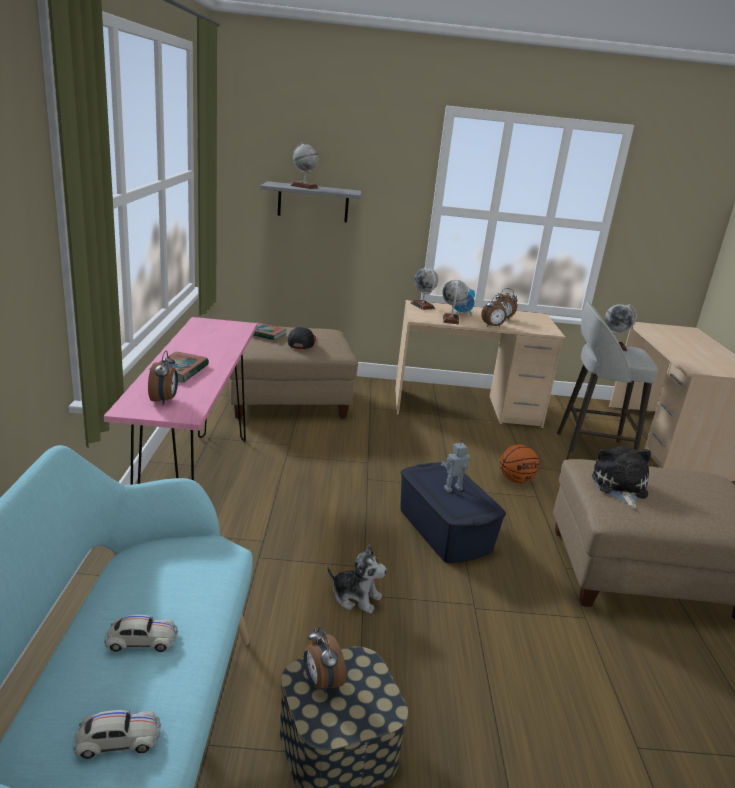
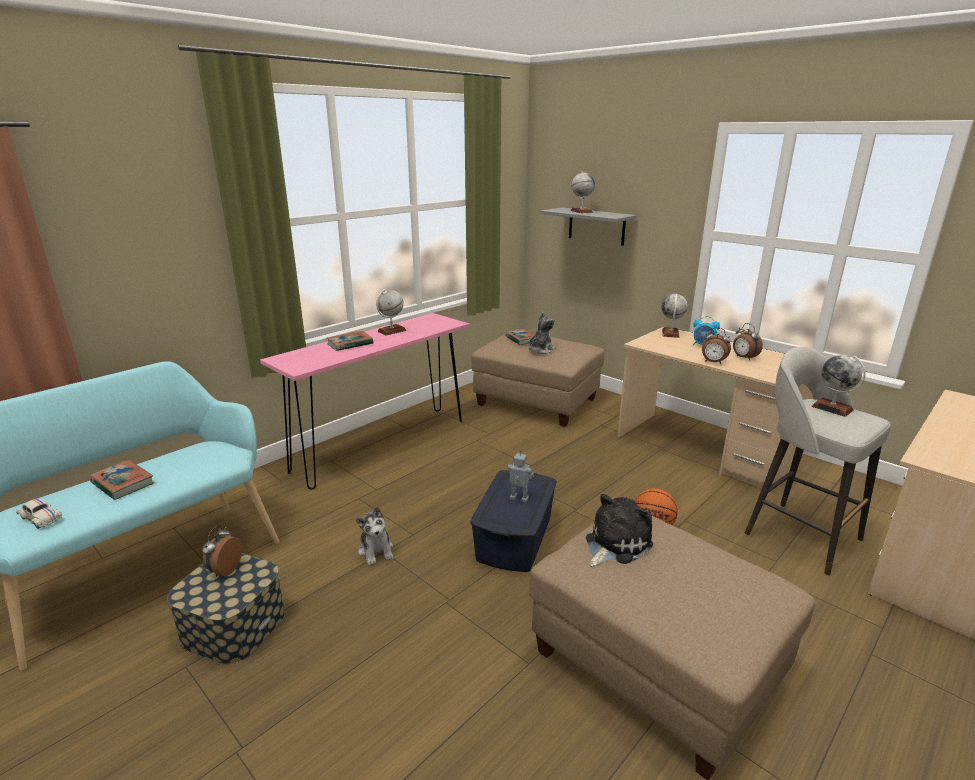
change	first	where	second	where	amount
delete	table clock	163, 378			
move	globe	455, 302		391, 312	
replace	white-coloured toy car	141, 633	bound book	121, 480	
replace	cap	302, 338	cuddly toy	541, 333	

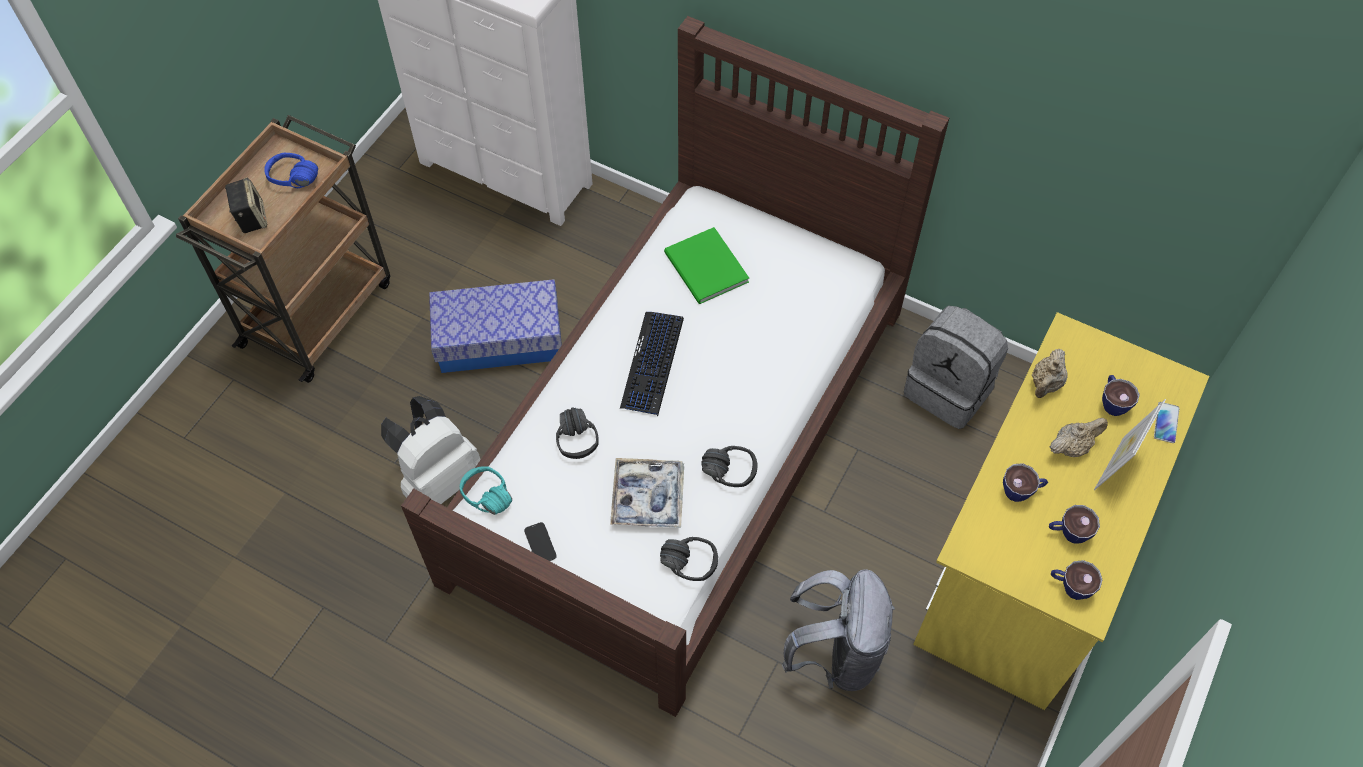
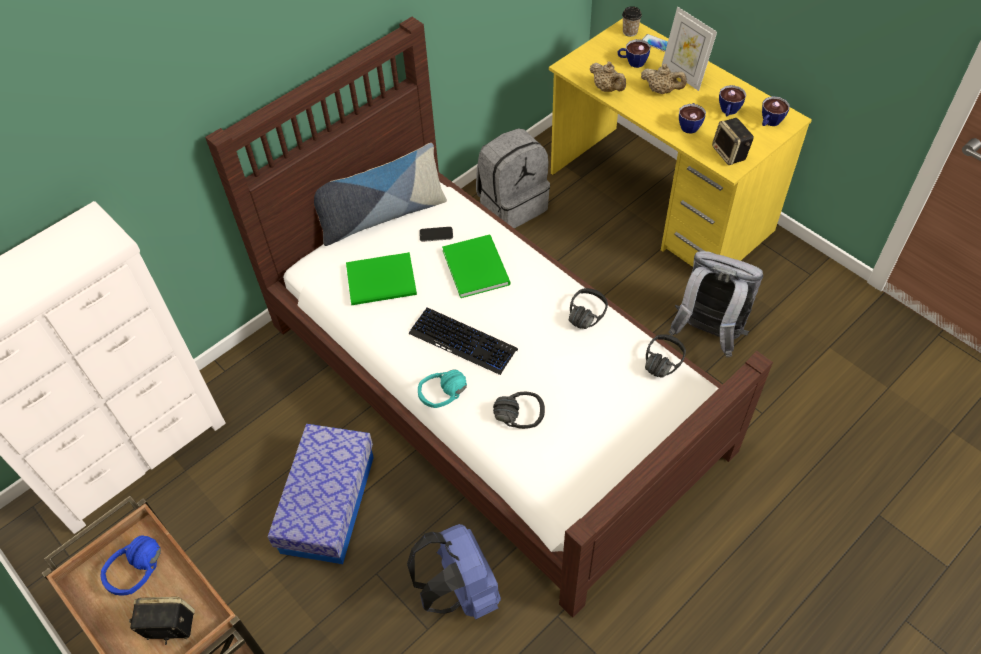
change	first	where	second	where	amount
delete	tray	647, 493			
insert			pillow	380, 194	
insert			greenish bound book	476, 266	
insert			small cup	632, 21	
insert			loudspeaker	733, 141	
move	blue-green headphones	486, 490		442, 388	
move	phone	540, 541		436, 234	
recolor	white-coloured knapsack	431, 450	blue-coloured knapsack	454, 572	
rotate	beige teapot	1079, 437		664, 79	120 degrees clockwise

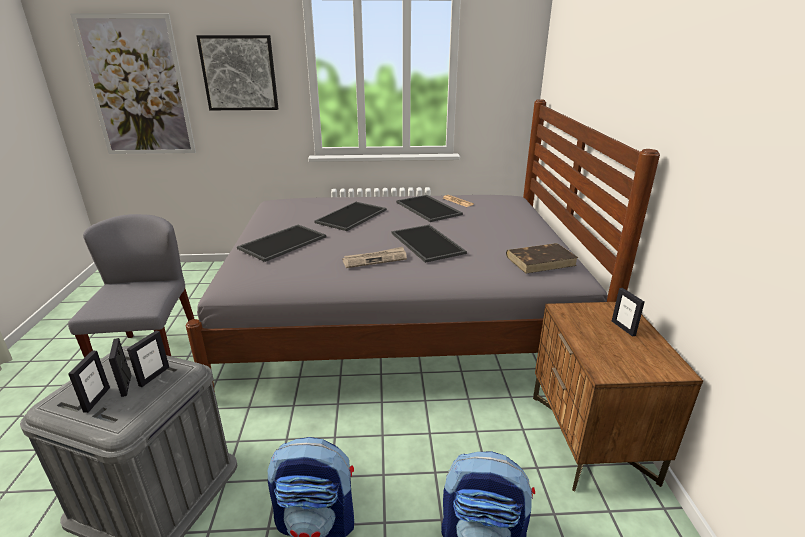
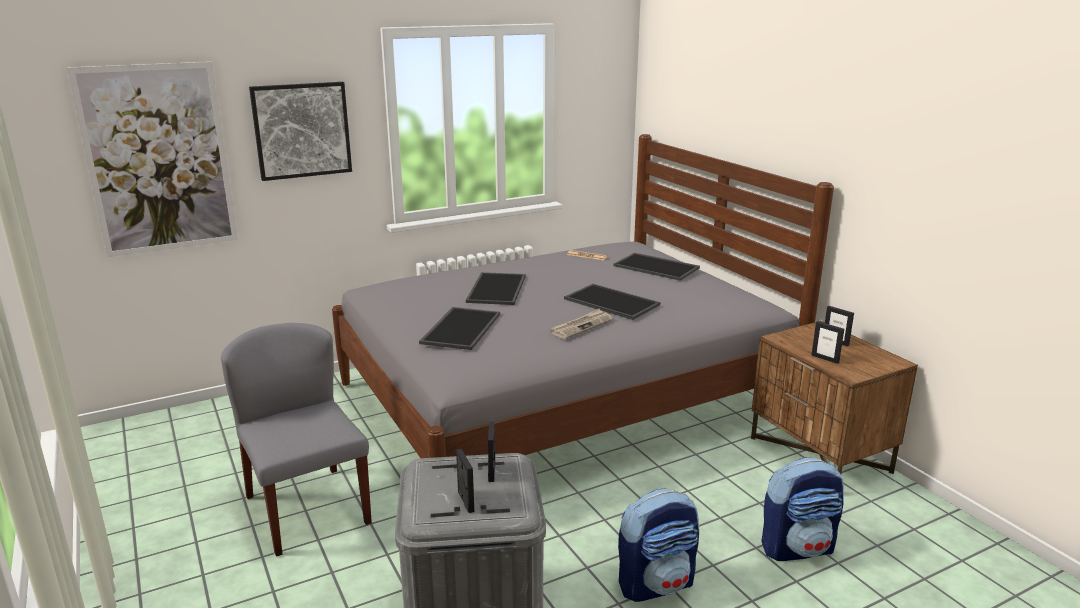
change	first	where	second	where	amount
delete	brown-coloured bound book	542, 258			
move	standing frame	120, 367		827, 342	
move	tray	429, 208		657, 267	

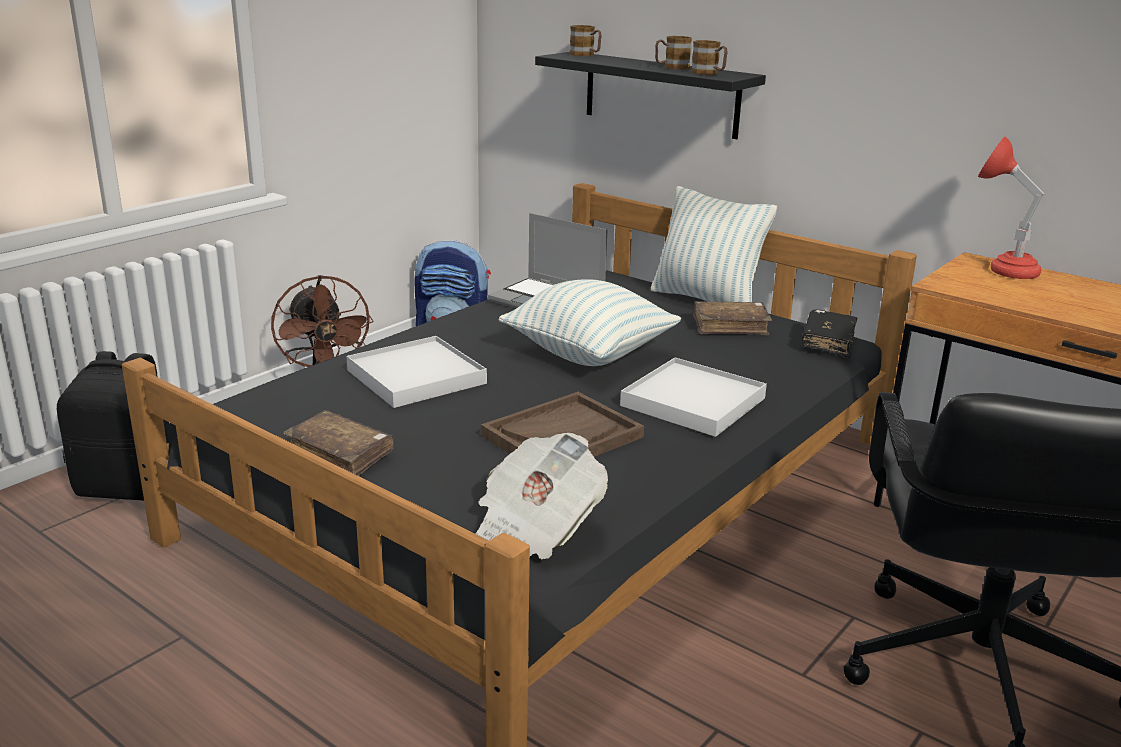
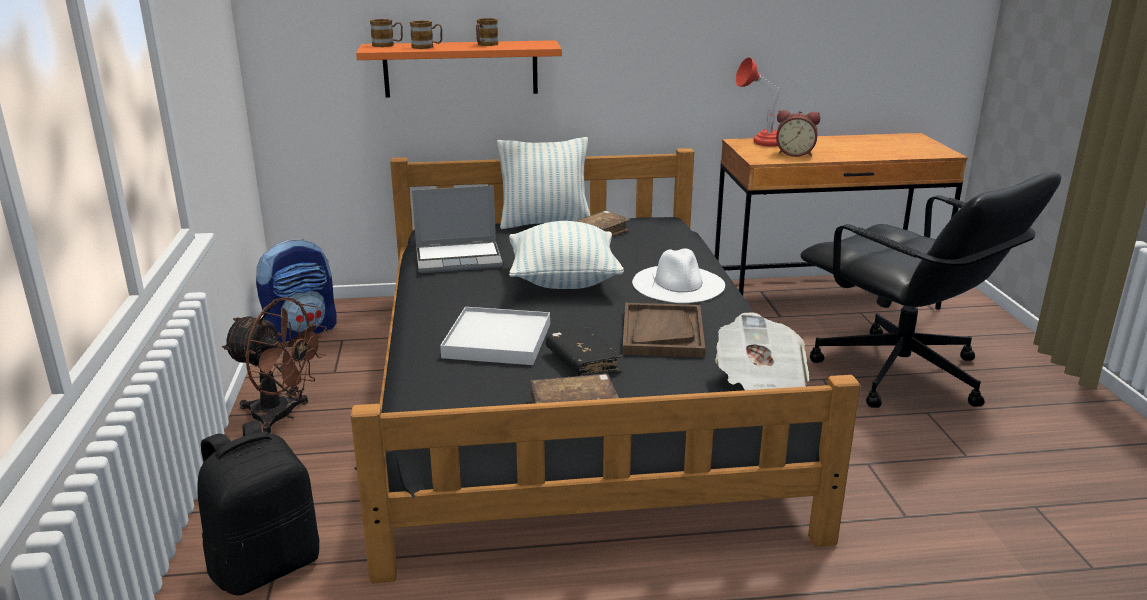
change	first	where	second	where	amount
insert			table clock	798, 133	
move	tea mug	709, 57		426, 34	
move	black-coloured bound book	829, 333		584, 352	
replace	white-coloured tray	693, 397	white-coloured hat	678, 275	
recolor	black-coloured wall shelf	650, 95	orange wall shelf	459, 68	

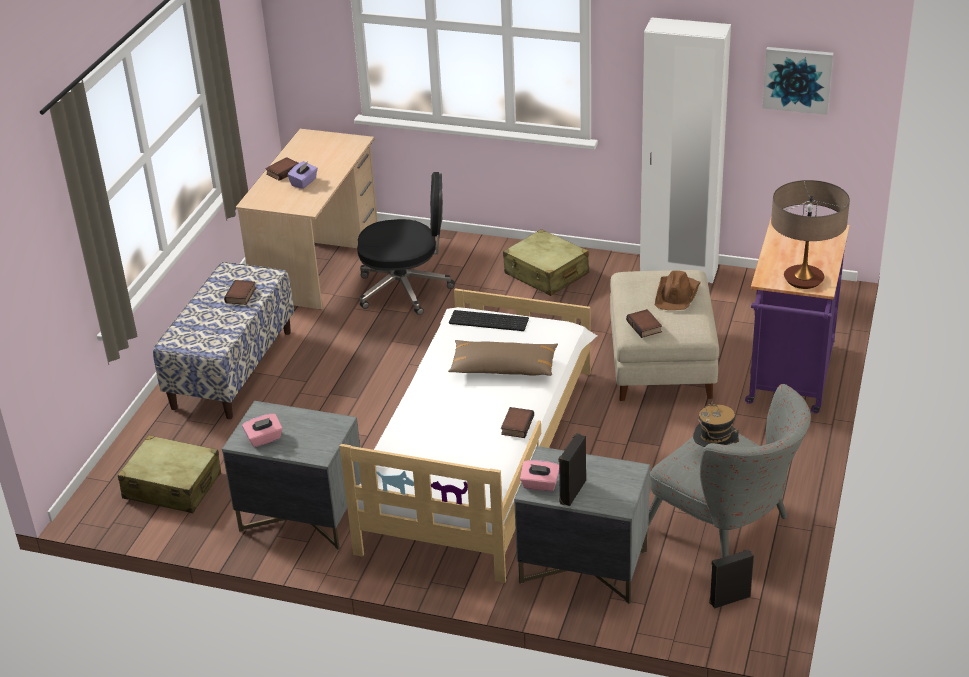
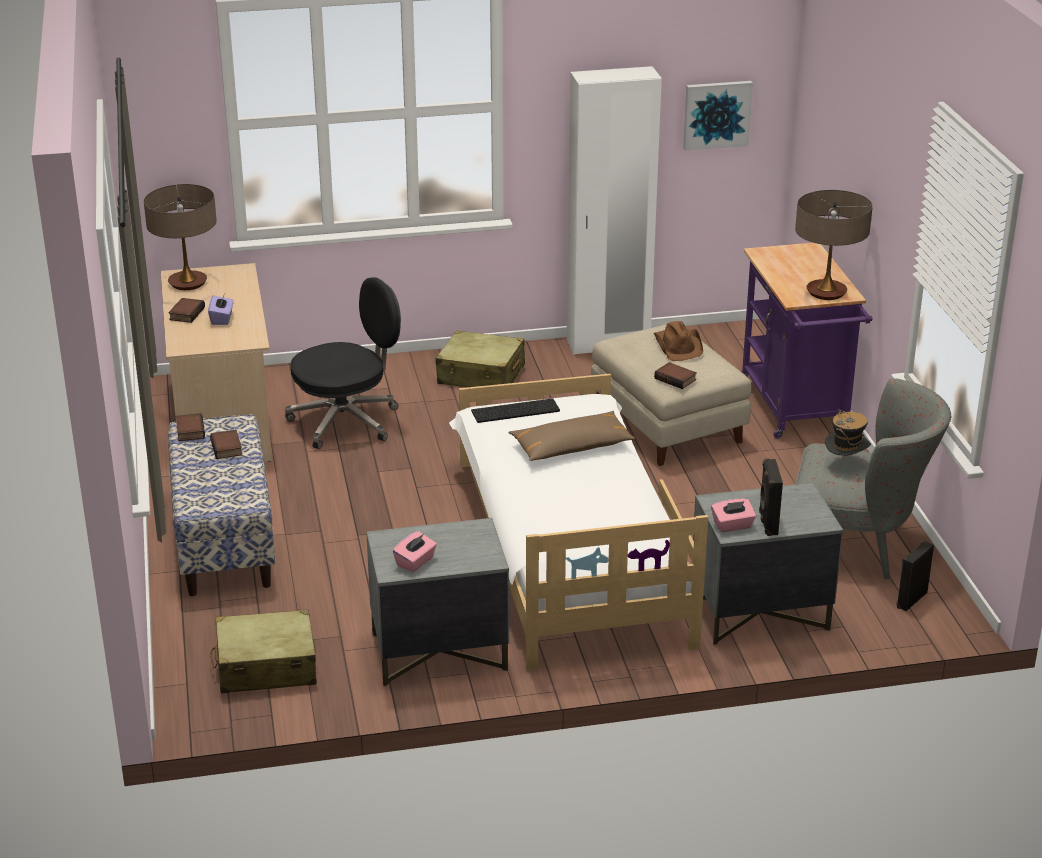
change	first	where	second	where	amount
insert			table lamp	180, 237	
move	bound book	517, 422		190, 427	

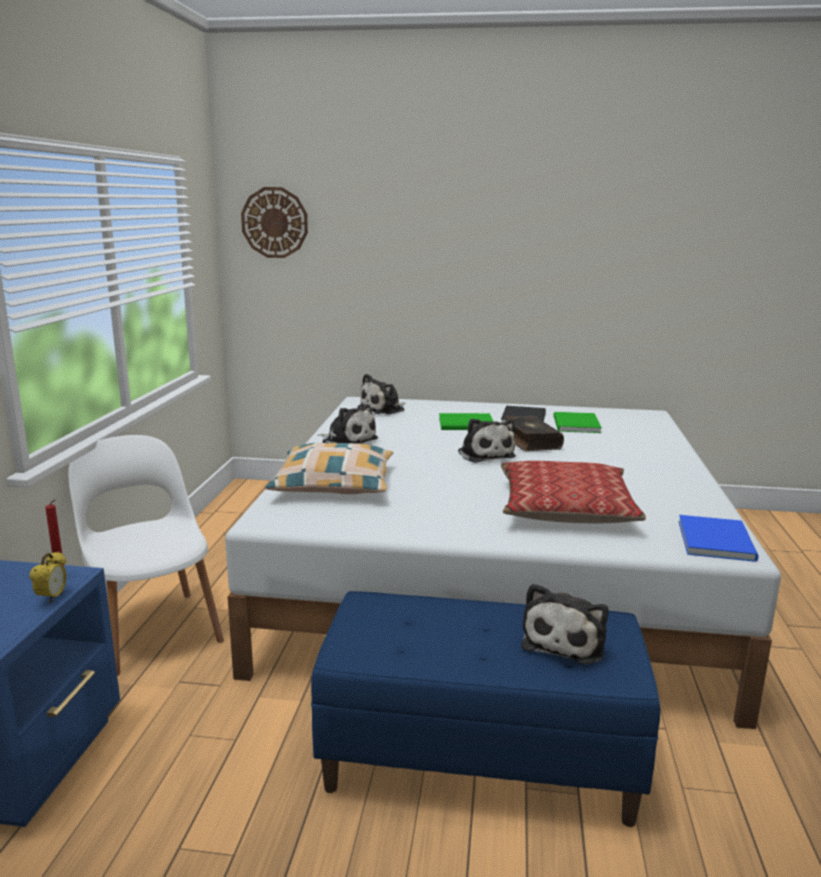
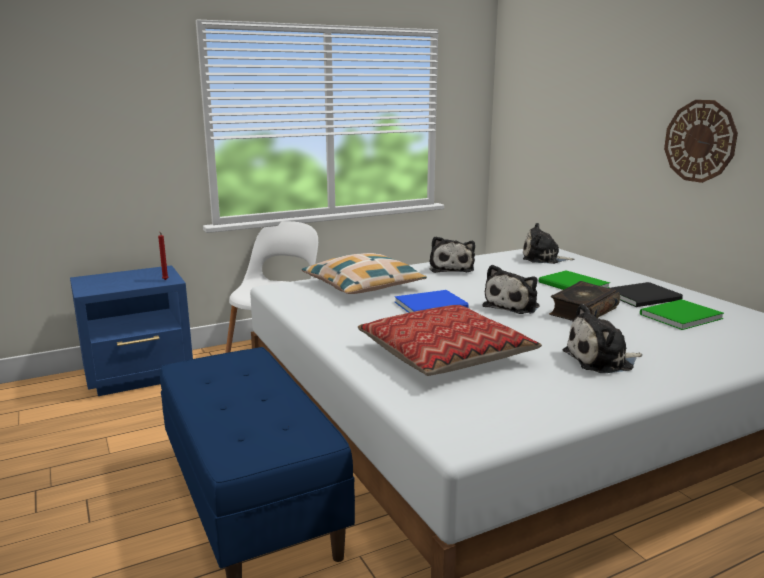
change	first	where	second	where	amount
delete	table clock	48, 578			
move	hanging clock	274, 222		701, 141	
move	cuddly toy	565, 624		602, 338	
move	blue-coloured bound book	719, 538		432, 301	

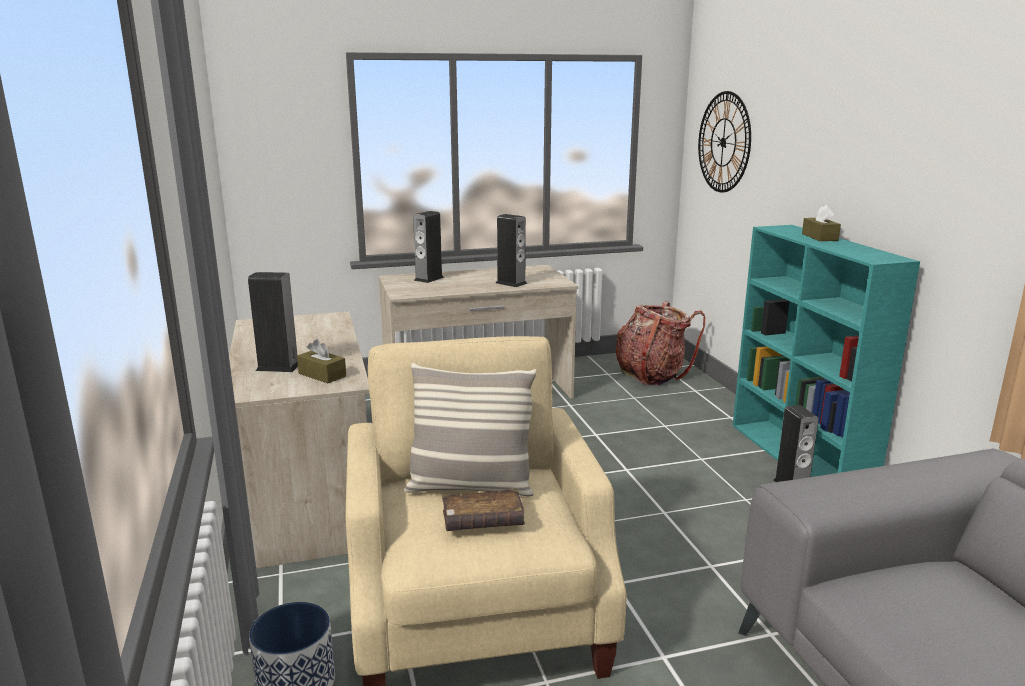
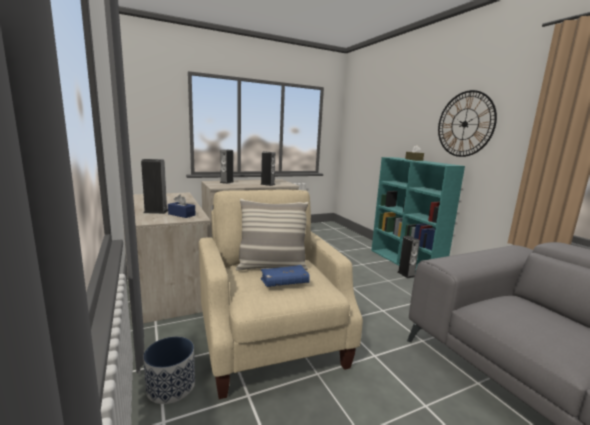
change	first	where	second	where	amount
delete	knapsack	660, 343			
move	hanging clock	724, 141		467, 123	
recolor	brown-coloured tissue holder	321, 361	blue-coloured tissue holder	182, 206	
recolor	brown-coloured bound book	483, 509	blue-coloured bound book	285, 276	

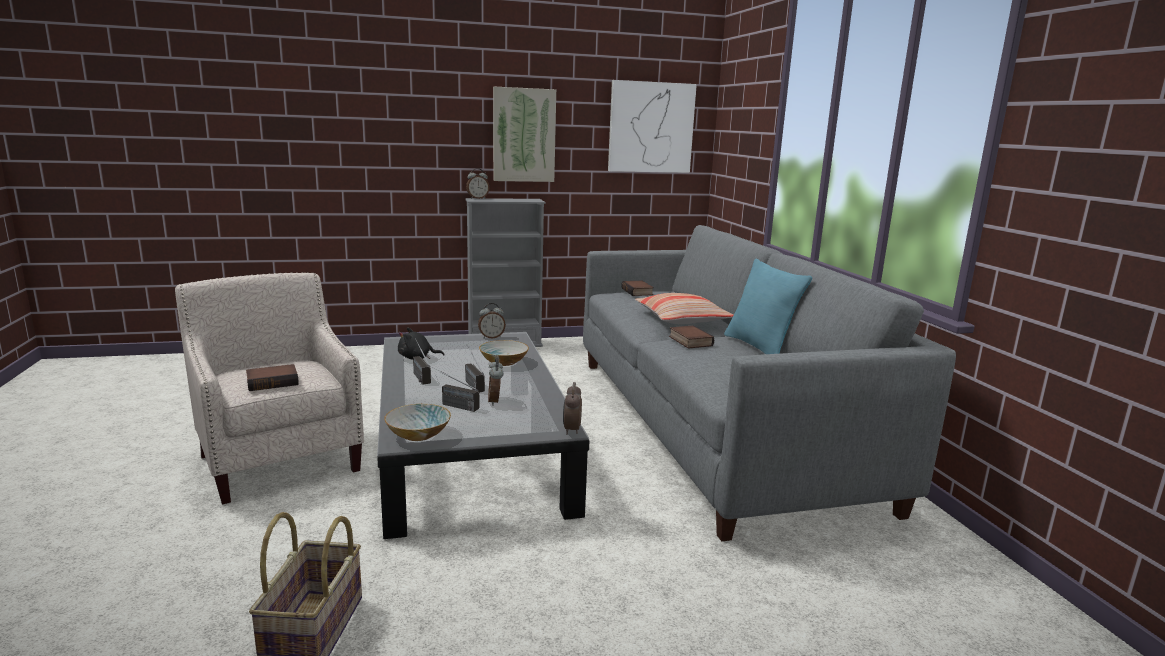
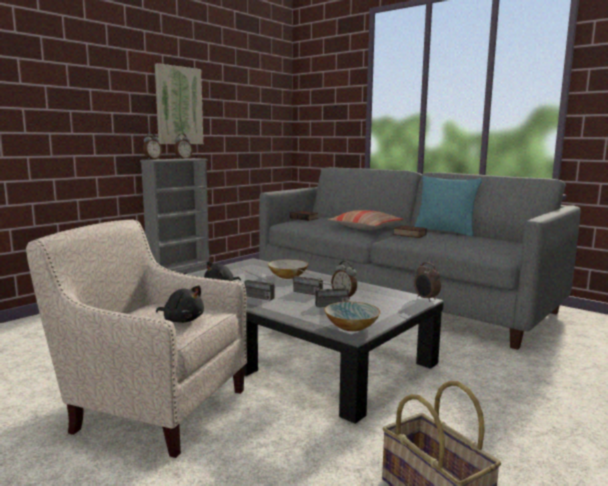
change	first	where	second	where	amount
delete	wall art	652, 126			
move	table clock	492, 321		183, 146	
replace	bound book	272, 377	black-coloured cuddly toy	180, 304	

